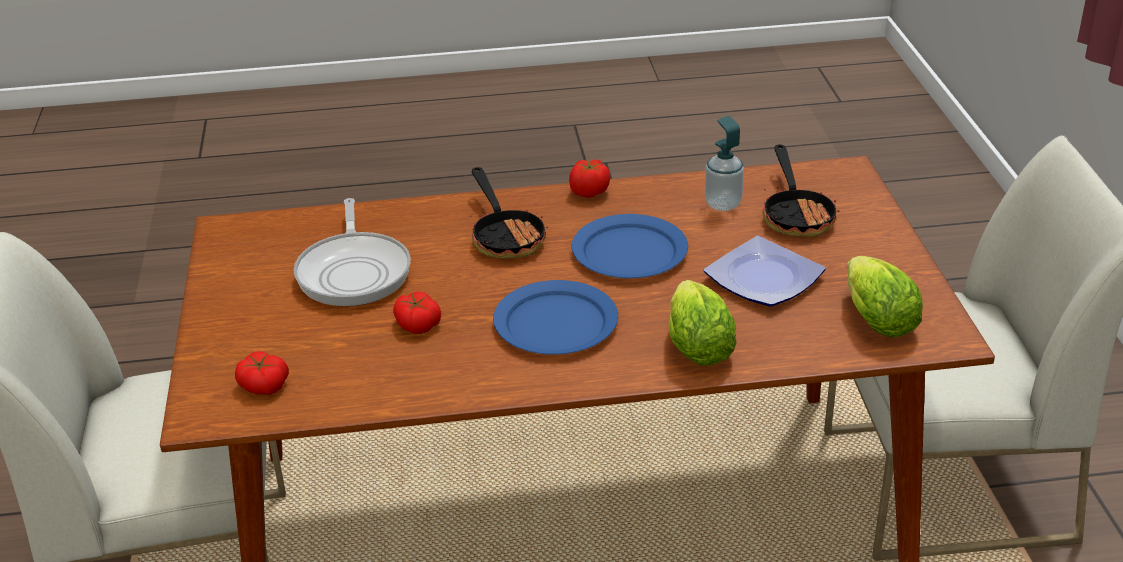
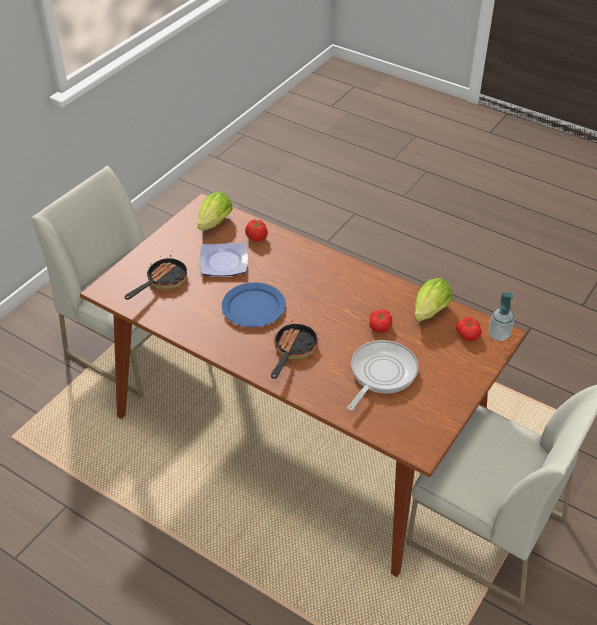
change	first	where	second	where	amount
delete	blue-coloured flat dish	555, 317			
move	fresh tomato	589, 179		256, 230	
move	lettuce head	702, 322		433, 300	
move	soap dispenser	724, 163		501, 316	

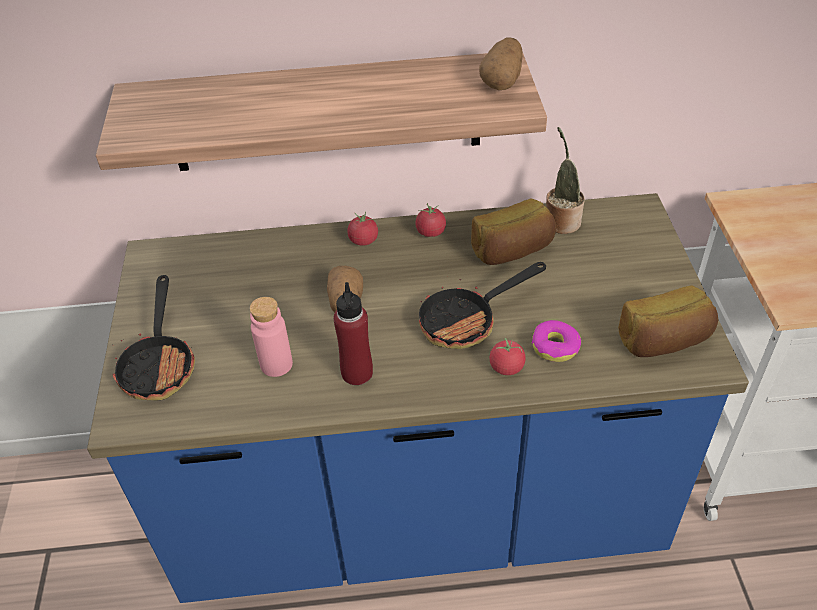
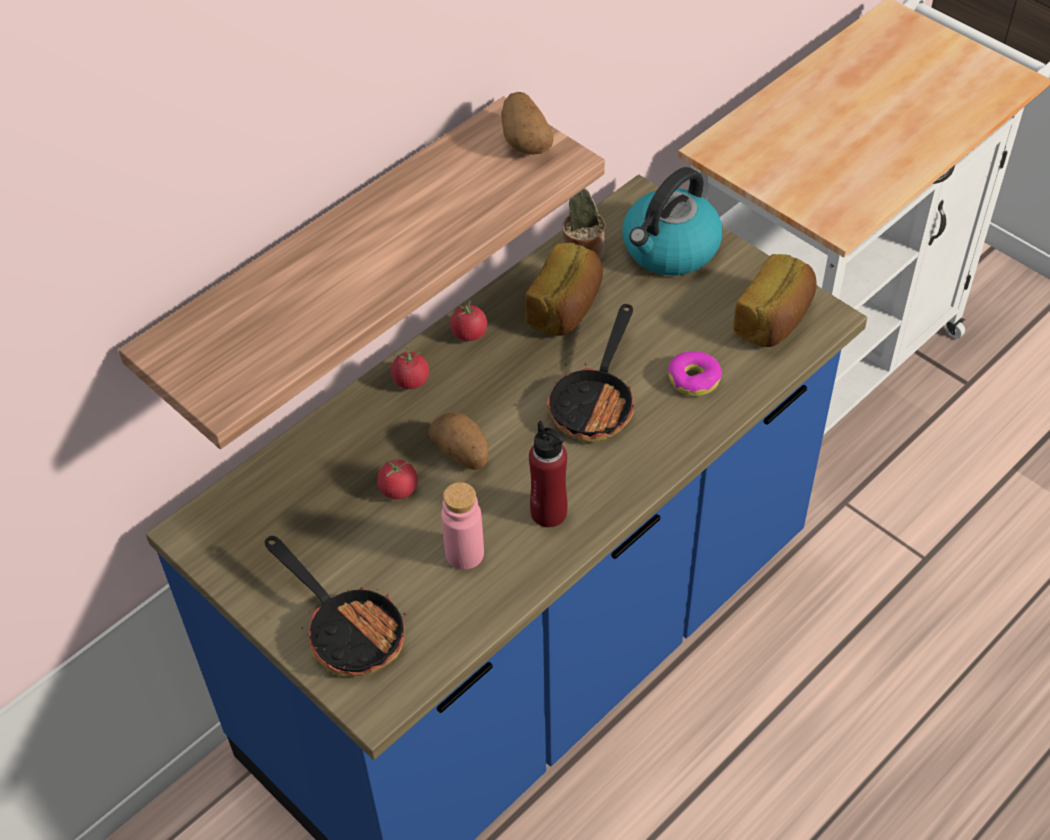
change	first	where	second	where	amount
insert			water kettle	672, 221	
move	fresh tomato	508, 356		397, 479	

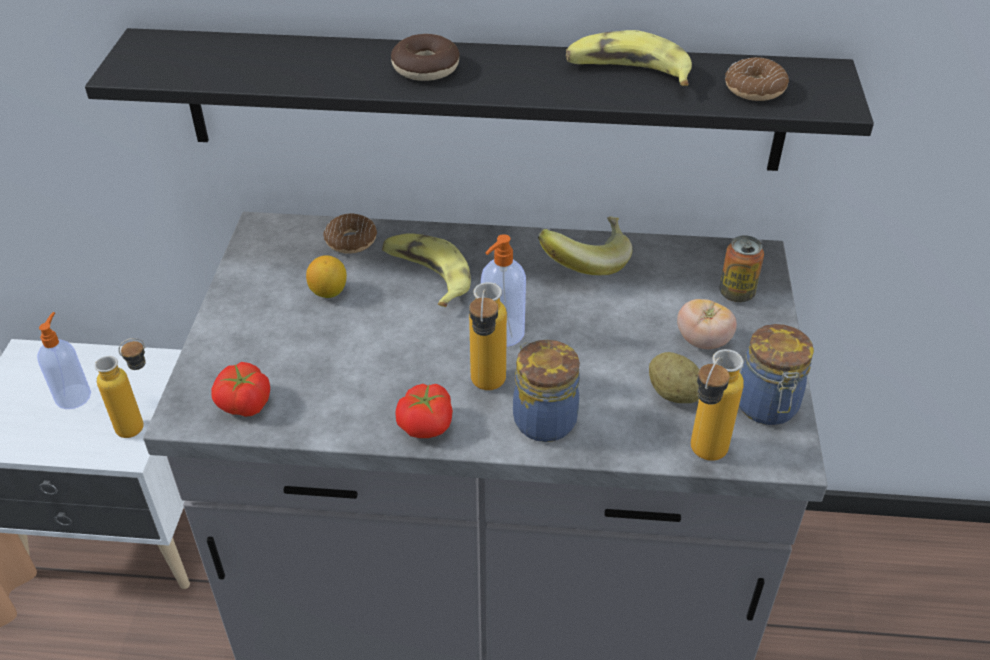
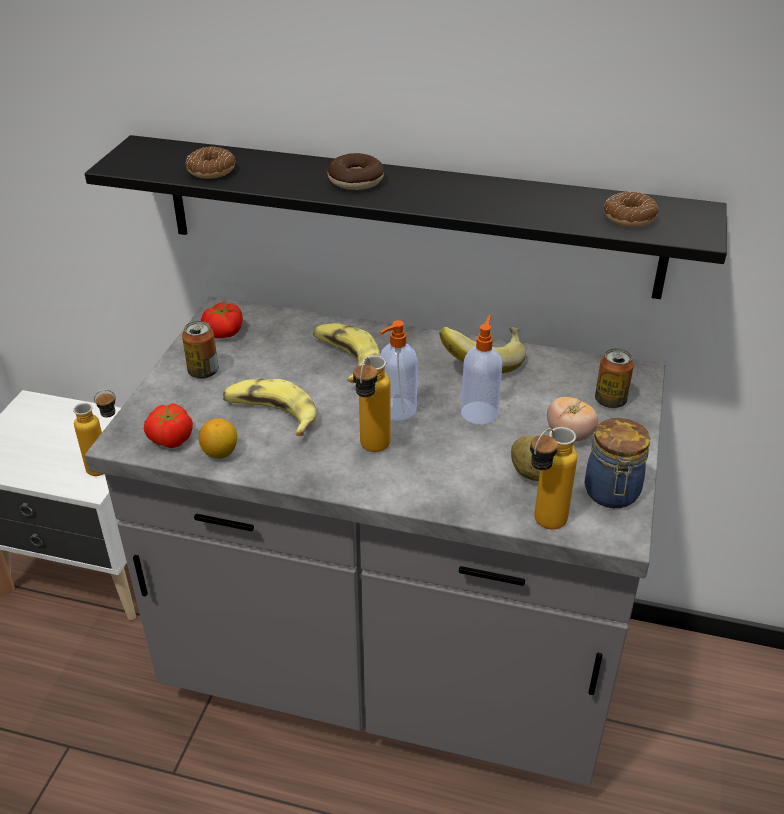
change	first	where	second	where	amount
delete	jar	546, 391			
insert			can	200, 350	
move	soap dispenser	64, 360		481, 370	
move	lemon	326, 276		218, 438	
move	doughnut	350, 233		210, 162	
move	fresh tomato	424, 411		222, 320	
move	banana	629, 58		270, 407	

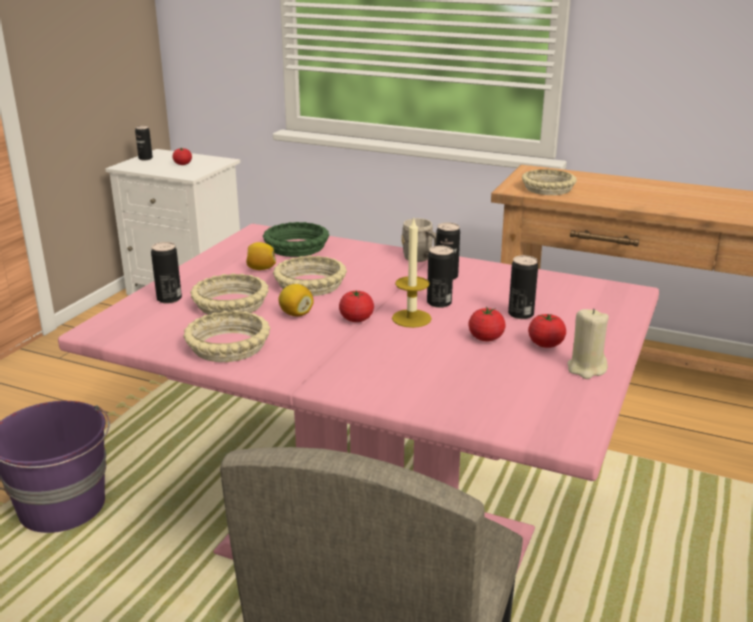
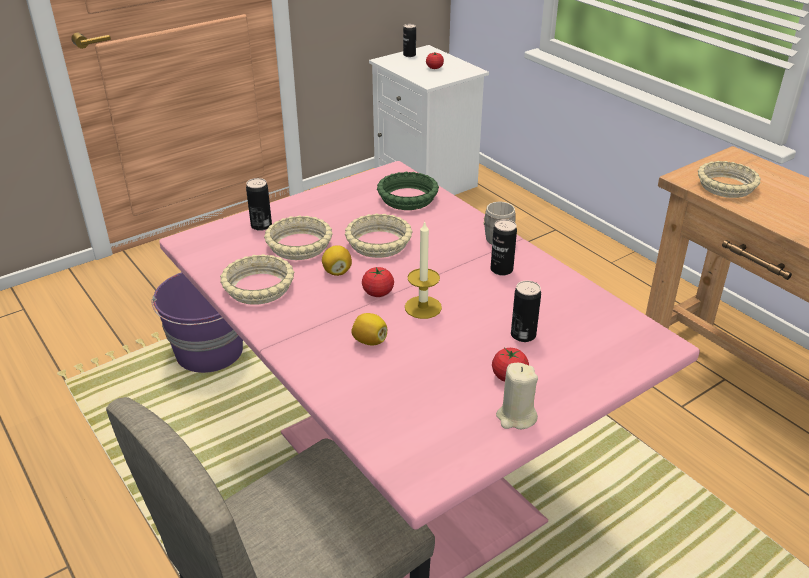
change	first	where	second	where	amount
delete	can	440, 276			
delete	fresh tomato	487, 323			
move	lemon	261, 256		369, 329	

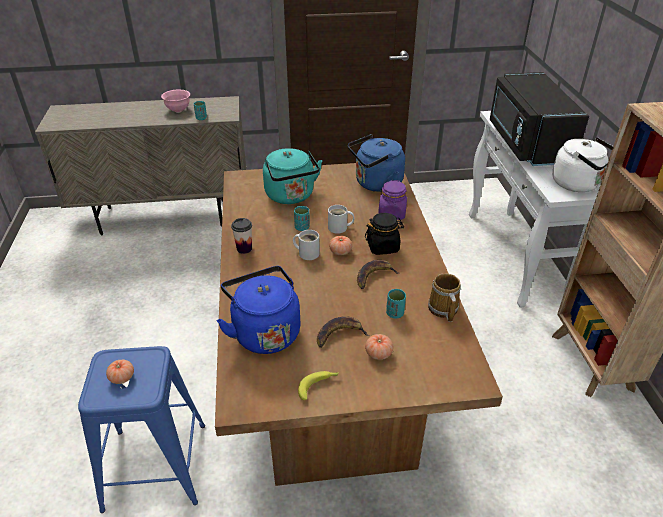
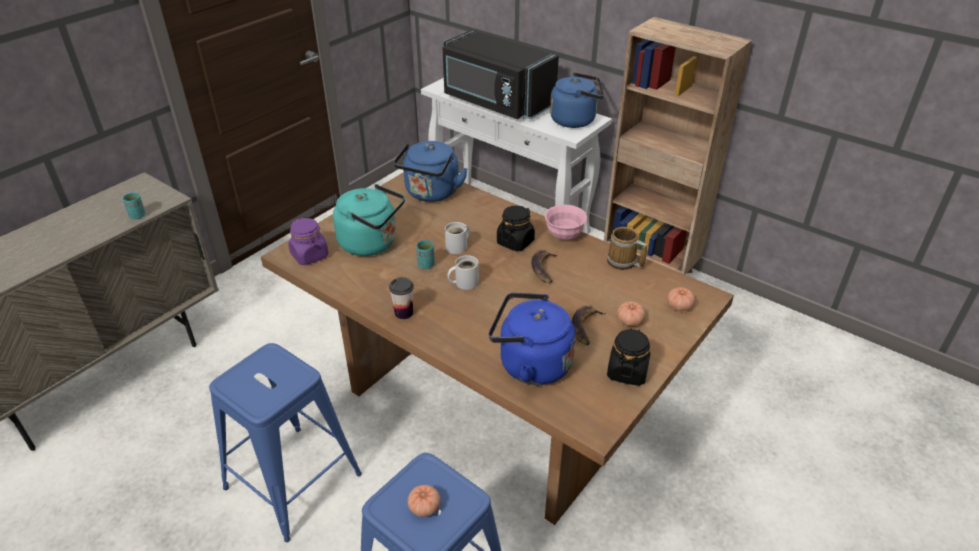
change	first	where	second	where	amount
delete	blue-green small cup	396, 303			
insert			blue-coloured stool seat	285, 442	
move	pinkish bowl	175, 101		566, 222	
move	fresh tomato	340, 245		681, 299	
move	purple-coloured jar	392, 200		308, 241	
replace	banana	318, 385	black-coloured jar	628, 357	
recolor	white-coloured water kettle	582, 164	blue-coloured water kettle	577, 100	

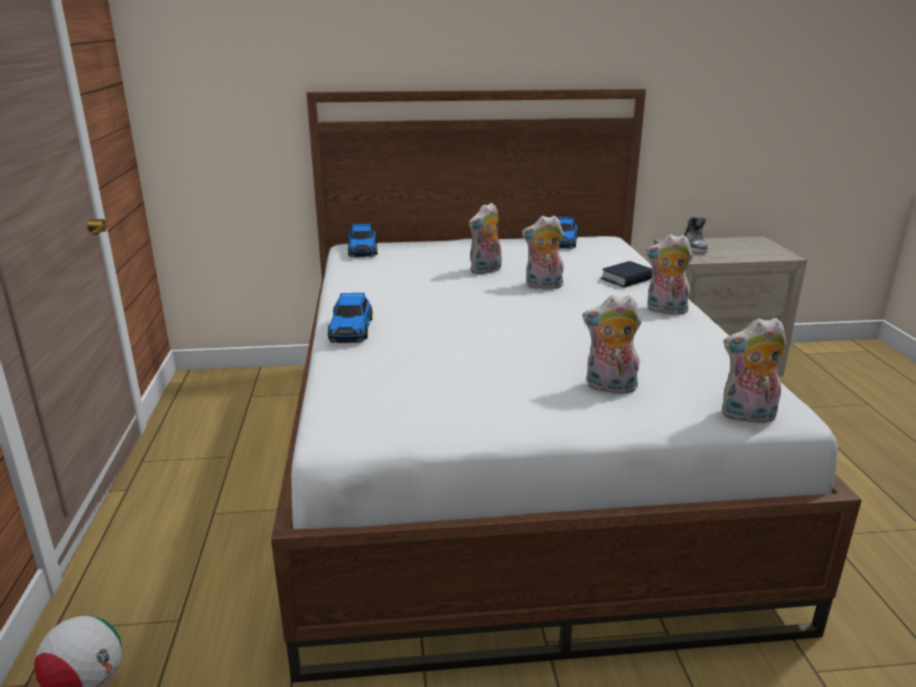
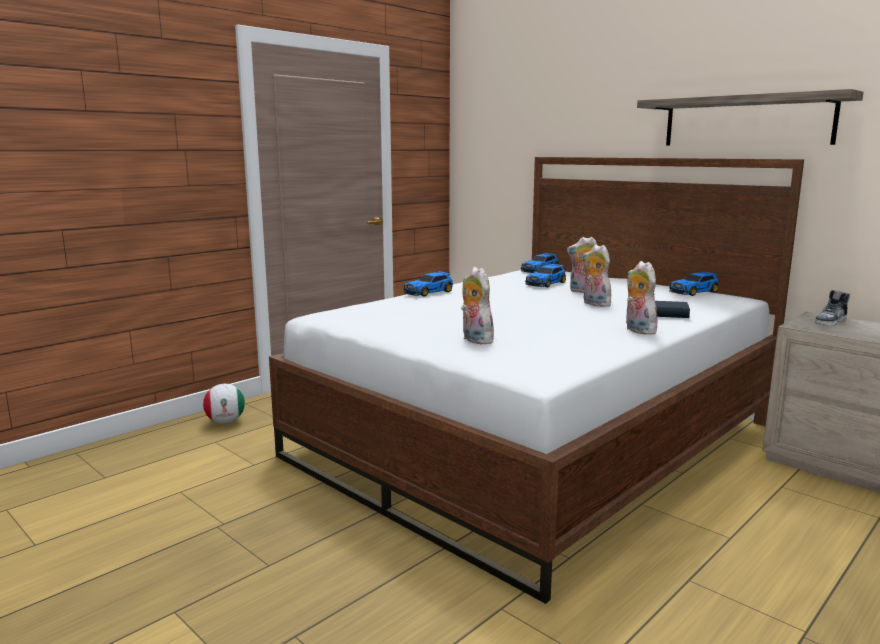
change	first	where	second	where	amount
delete	cuddly toy	754, 370			
insert			toy car	545, 275	
insert			wall shelf	750, 117	

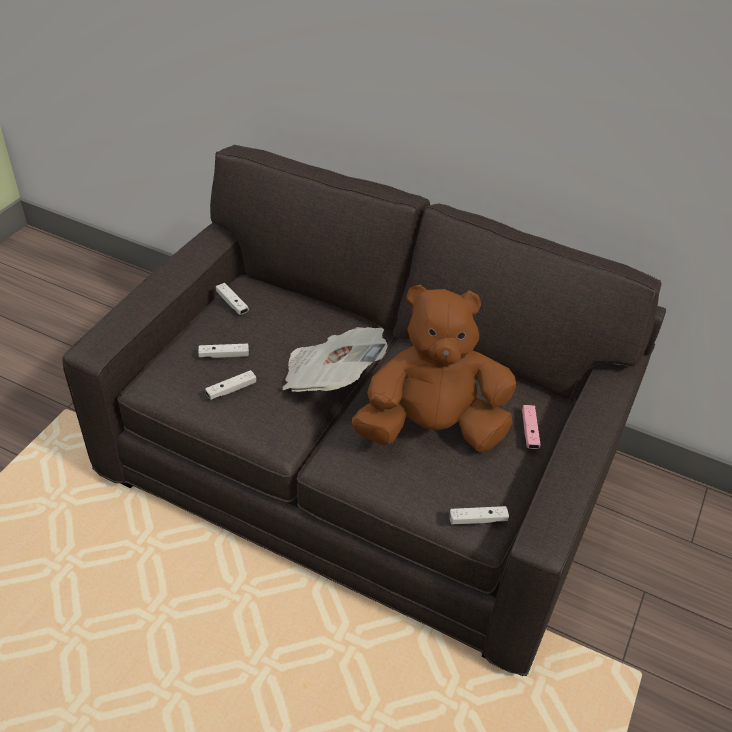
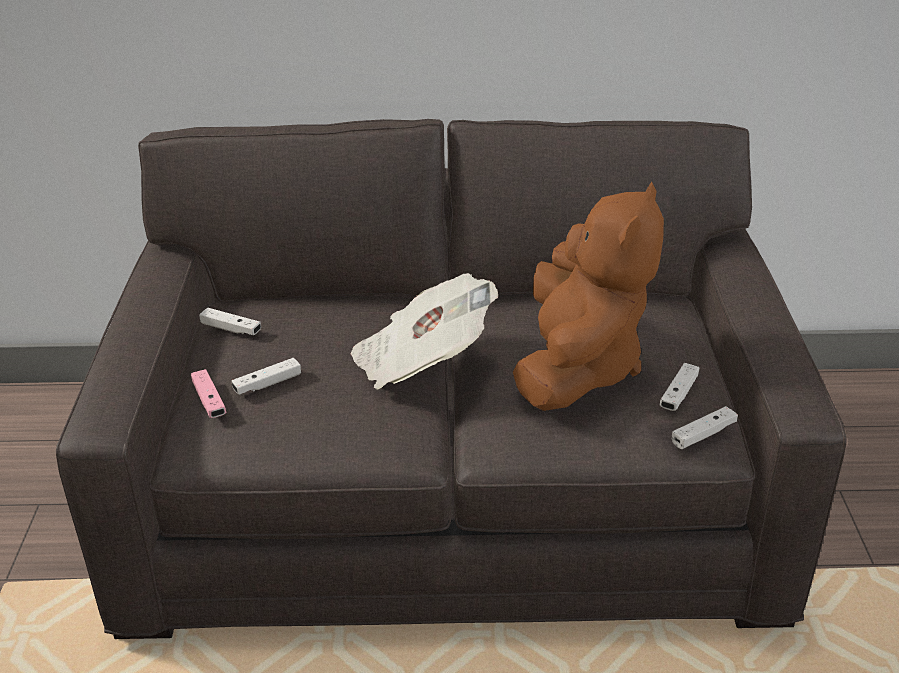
change	first	where	second	where	amount
move	white-coloured joypad	230, 385		680, 387	
move	pinkish joypad	531, 427		209, 393	
rotate	brown-coloured cuddly toy	434, 368		588, 296	135 degrees clockwise

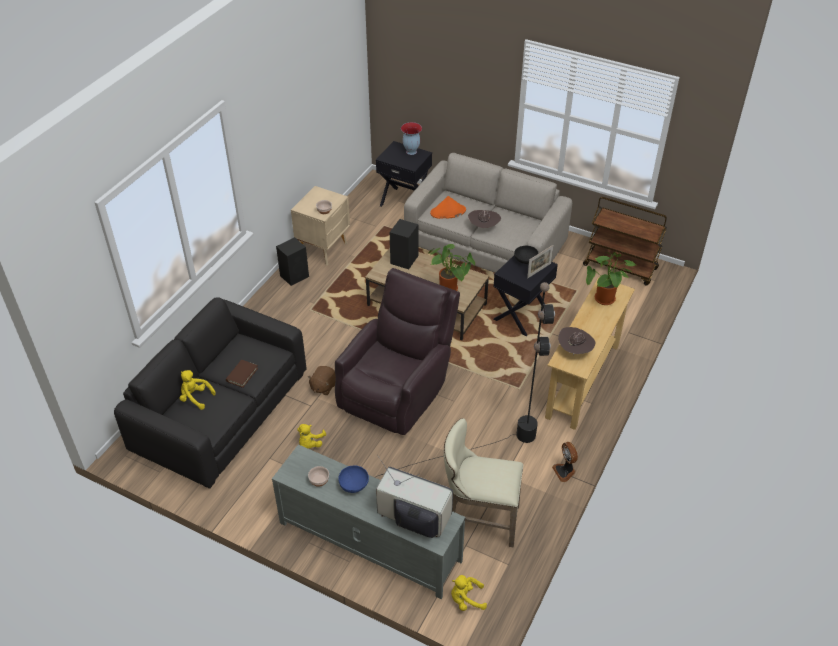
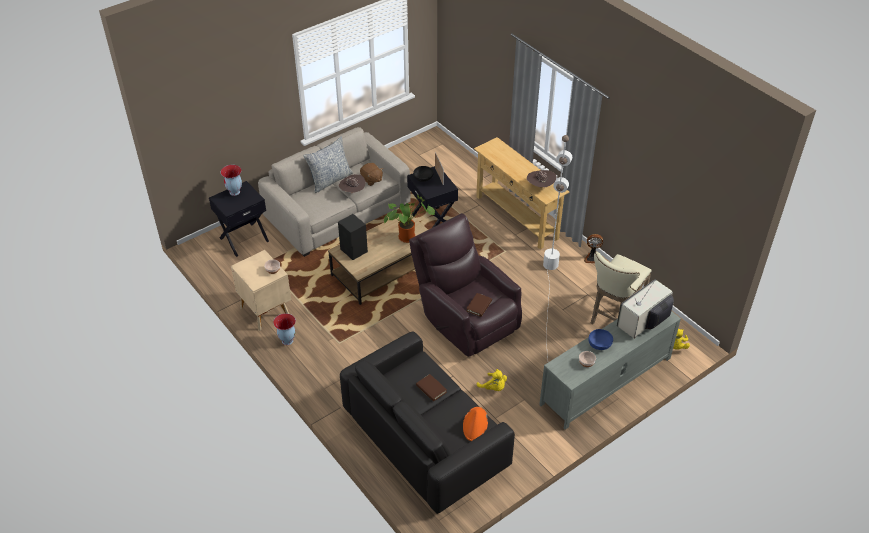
change	first	where	second	where	amount
delete	yellow-coloured cuddly toy	197, 390			
delete	brown-coloured trolley	625, 241			
delete	houseplant	611, 278			
insert			pillow	328, 165	
insert			brown-coloured bound book	479, 305	
move	brown-coloured cuddly toy	322, 380		371, 174	
move	orange hat	448, 207		475, 424	
replace	black-coloured loudspeaker	292, 261	flower vase	284, 329	
recolor	black-coloured floor lamp	465, 379	white-coloured floor lamp	557, 247	

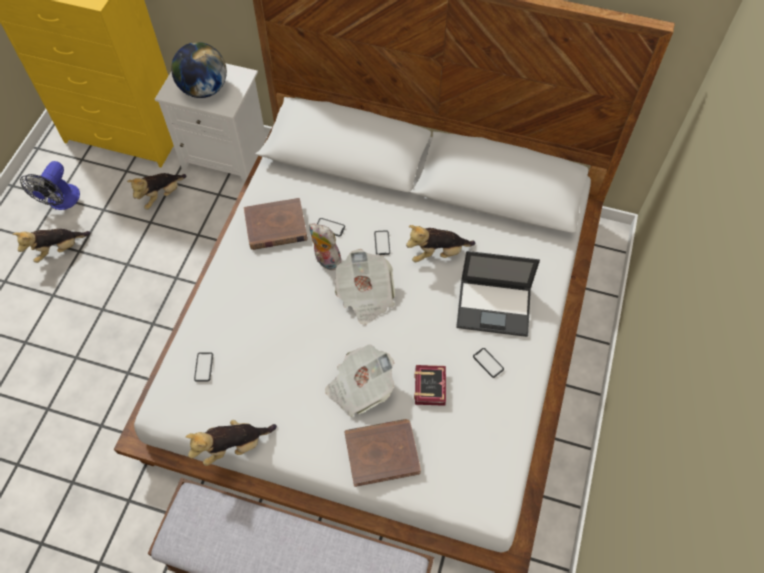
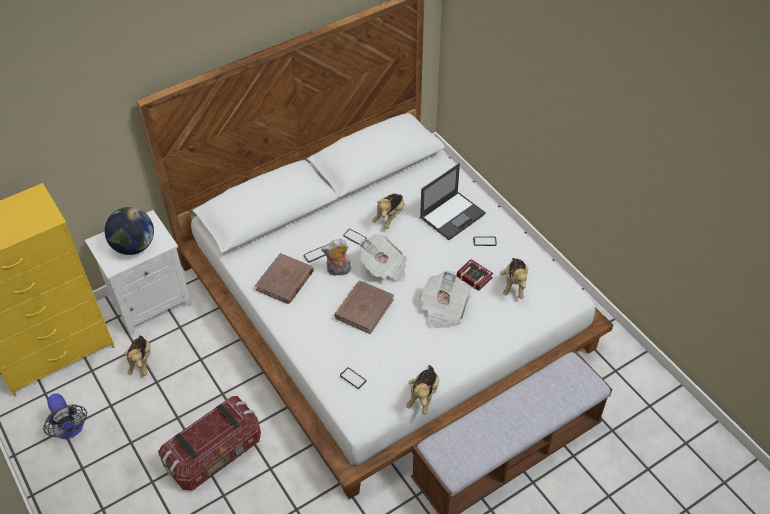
change	first	where	second	where	amount
insert			storage container	209, 443	
move	cuddly toy	51, 246		514, 278	
move	brown-coloured bound book	383, 453		364, 307	

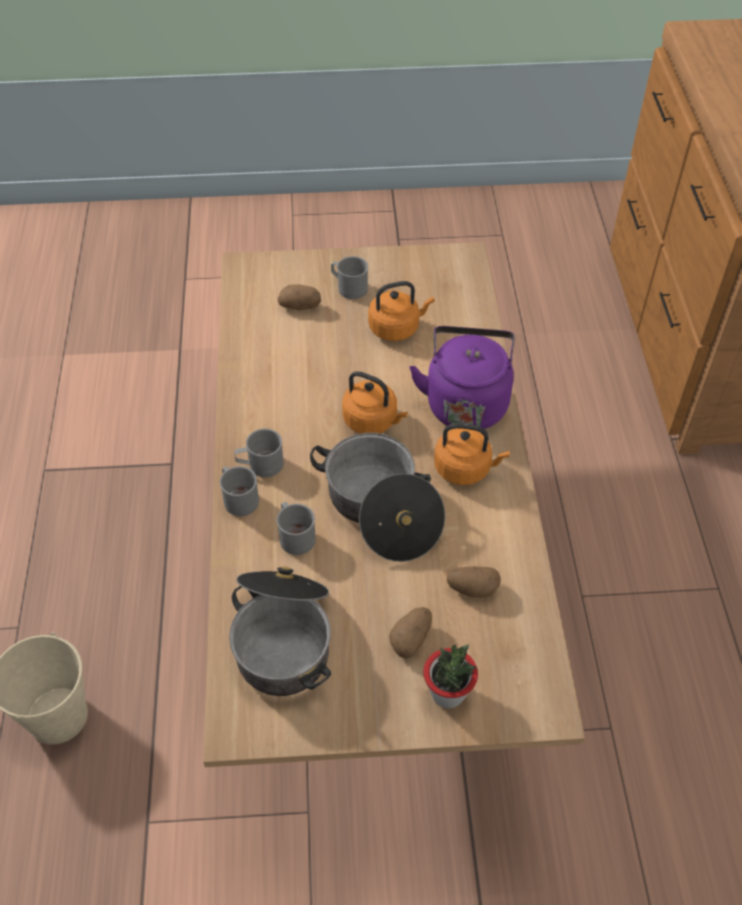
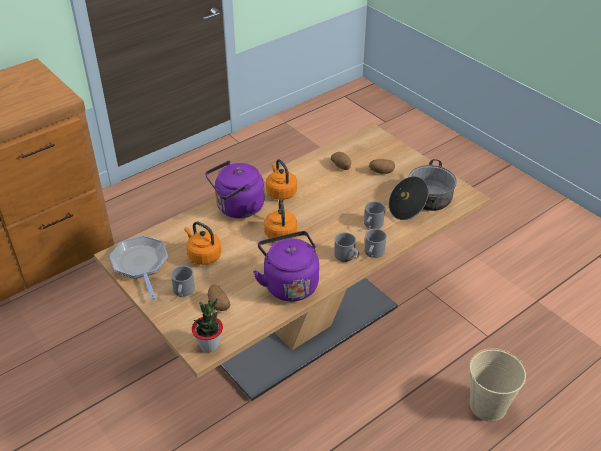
change	first	where	second	where	amount
delete	cooking pot	377, 497			
insert			pan	139, 268	
insert			purple-coloured water kettle	286, 266	
move	houseplant	450, 676		207, 325	

